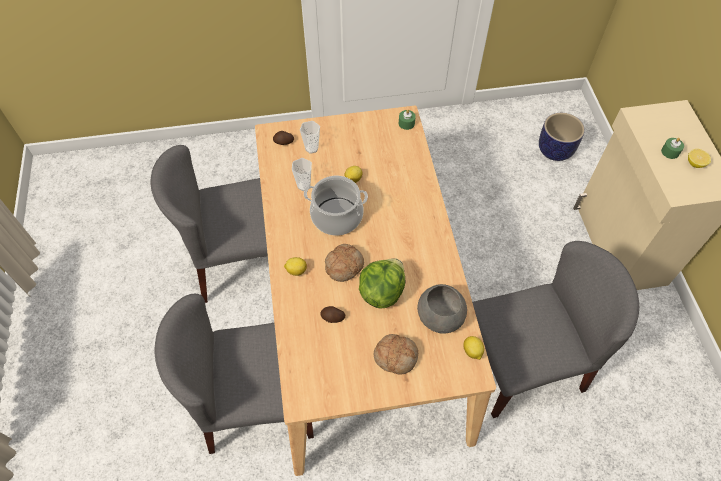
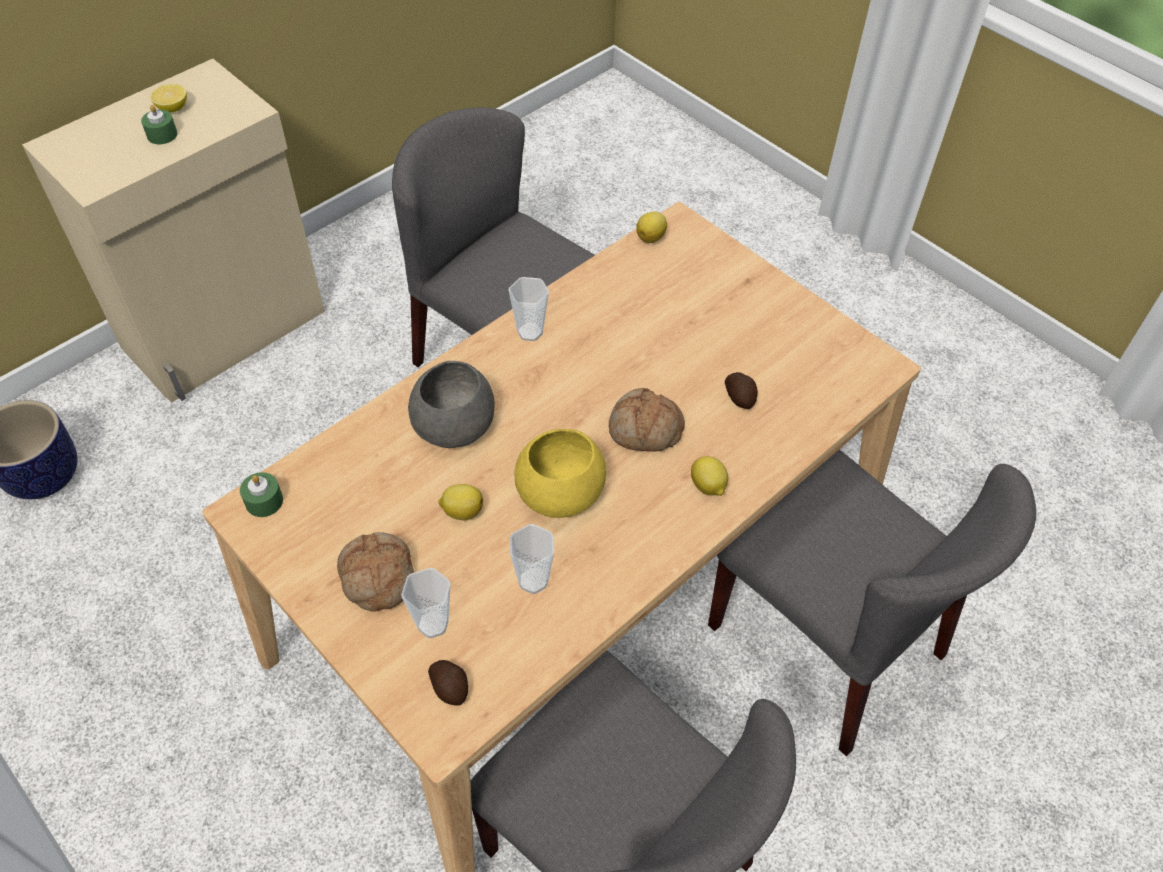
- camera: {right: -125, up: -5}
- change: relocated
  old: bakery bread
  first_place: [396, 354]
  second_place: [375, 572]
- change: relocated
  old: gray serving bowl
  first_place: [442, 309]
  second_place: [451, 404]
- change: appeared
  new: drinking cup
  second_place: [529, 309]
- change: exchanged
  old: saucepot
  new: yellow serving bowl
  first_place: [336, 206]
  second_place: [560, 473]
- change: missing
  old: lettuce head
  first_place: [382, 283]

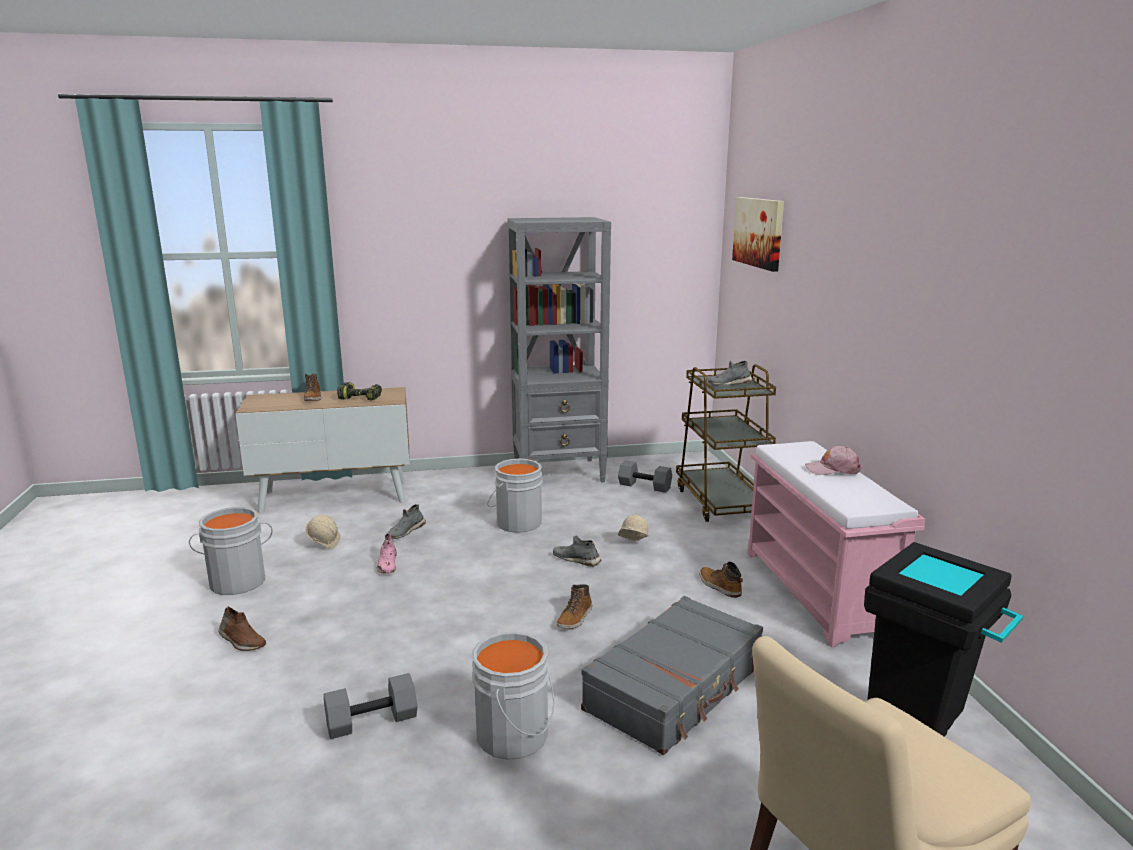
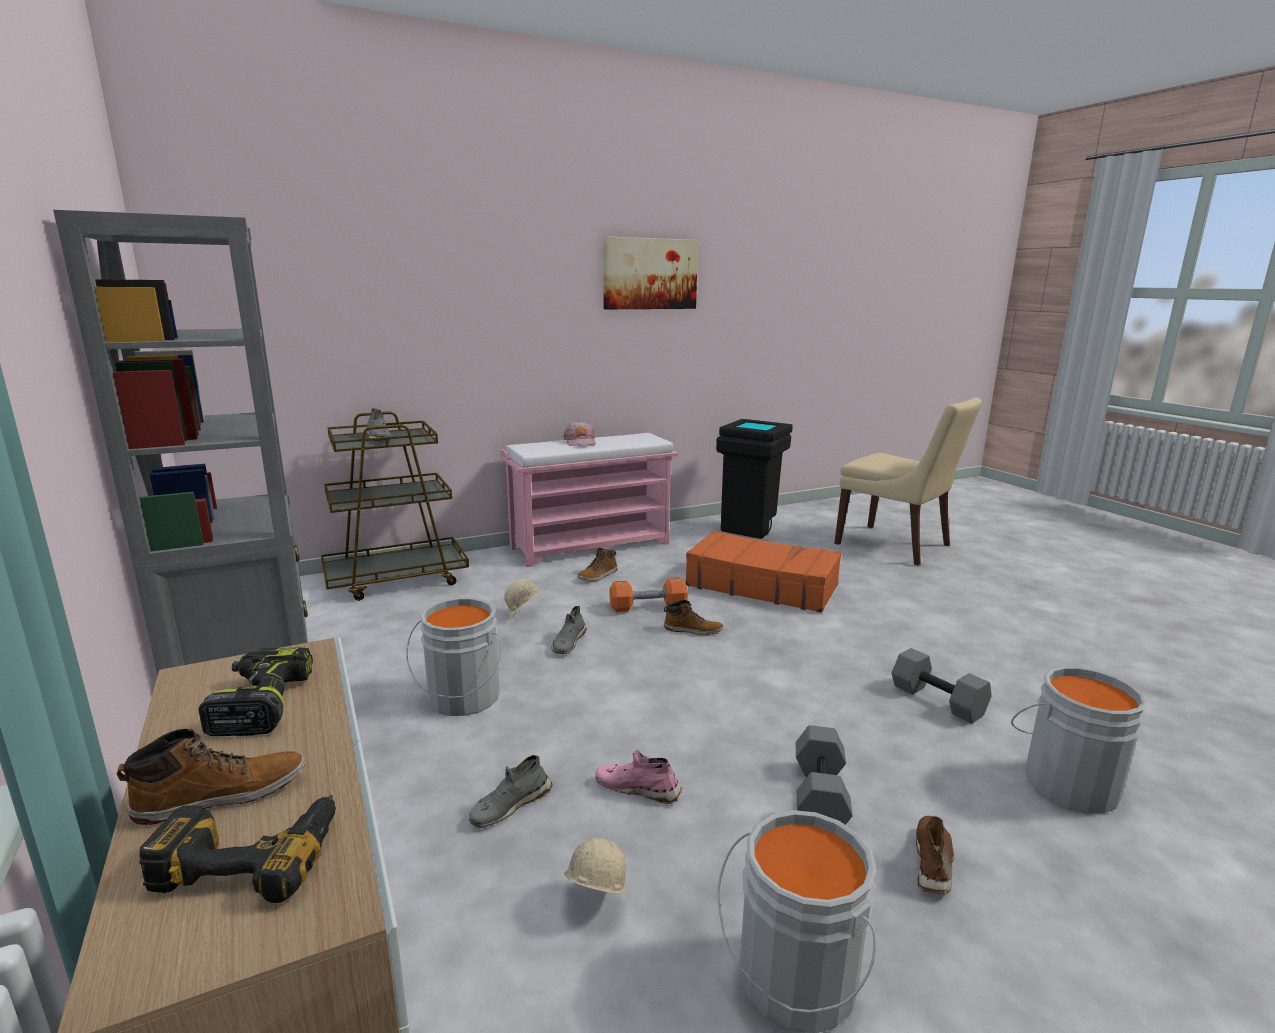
- camera: {right: -105, up: 0}
- change: appeared
  new: drill
  second_place: [237, 849]
- change: spun
  old: gray shoe
  first_place: [407, 521]
  second_place: [511, 791]
  degrees: 120
- change: spun
  old: pink shoe
  first_place: [386, 553]
  second_place: [639, 777]
  degrees: -135
- change: relocated
  old: picture
  first_place: [758, 234]
  second_place: [650, 272]
- change: appeared
  new: orangey free weight
  second_place: [649, 594]
- change: colour
  old: gray travel case
  new: orangey travel case
  first_place: [672, 675]
  second_place: [763, 572]
- change: relocated
  old: gray free weight
  first_place: [645, 476]
  second_place: [824, 775]
- change: relocated
  old: gray pail
  first_place: [513, 695]
  second_place: [1079, 740]

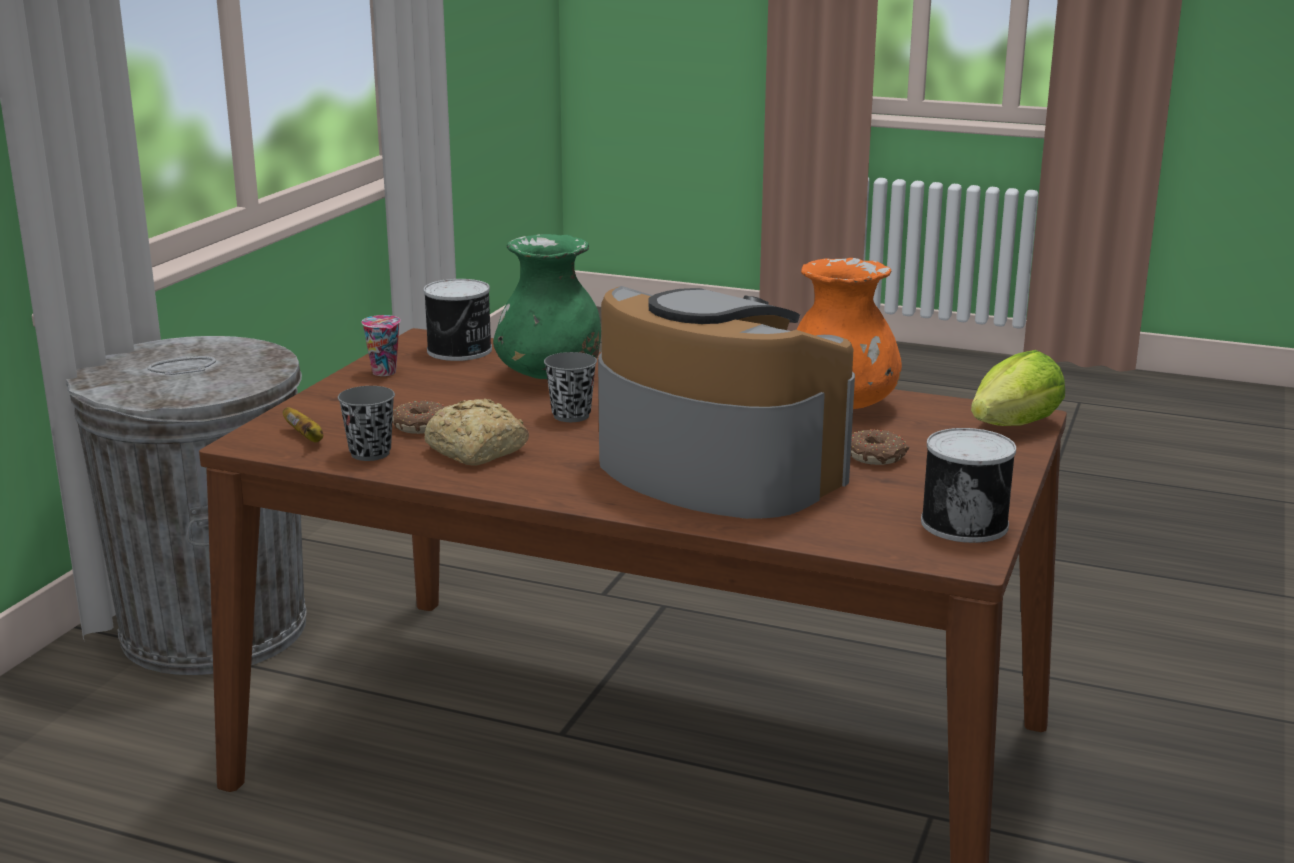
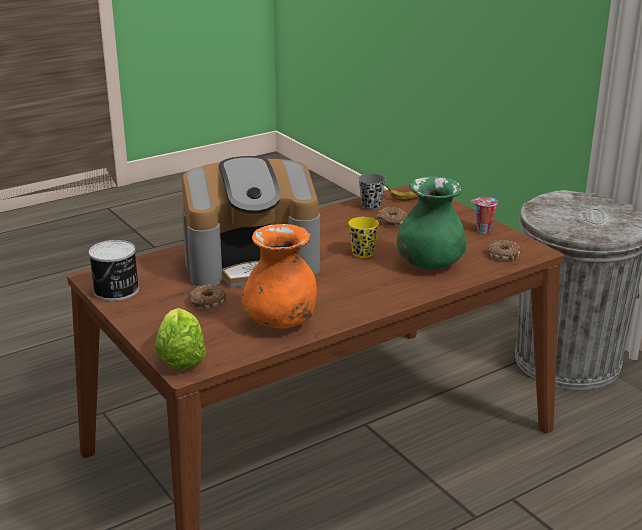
- camera: {right: 125, up: 5}
- change: colour
  old: gray drinking cup
  new: yellow drinking cup
  first_place: [570, 387]
  second_place: [364, 237]
- change: exchanged
  old: sealed can
  new: donut
  first_place: [458, 320]
  second_place: [504, 250]
- change: missing
  old: bakery bread
  first_place: [476, 432]

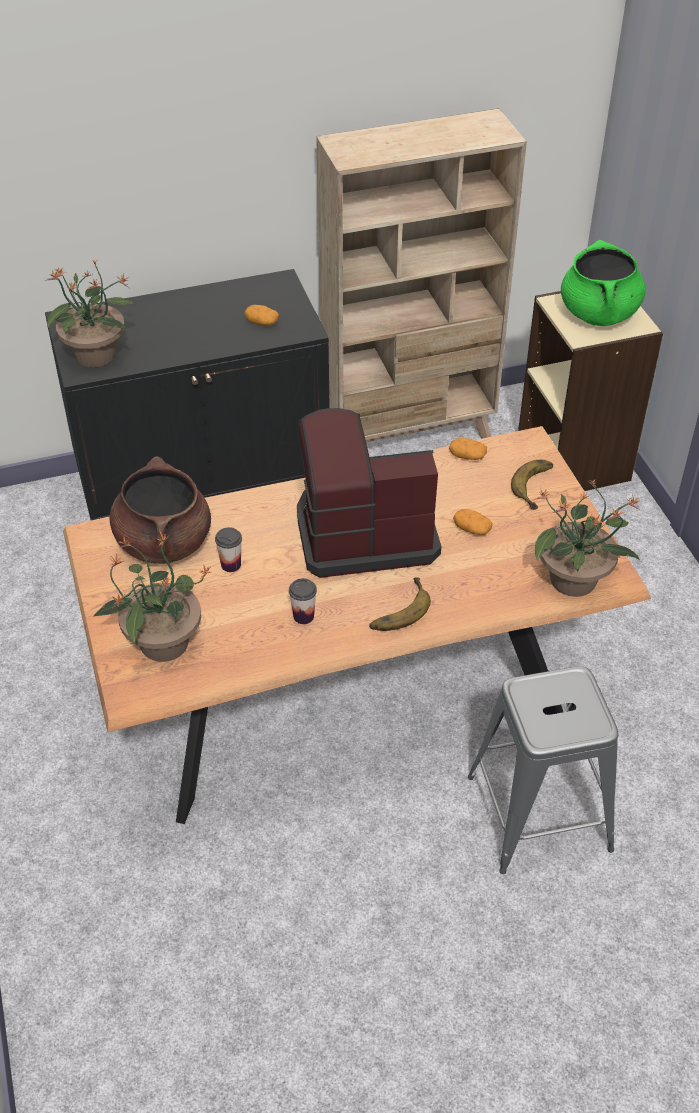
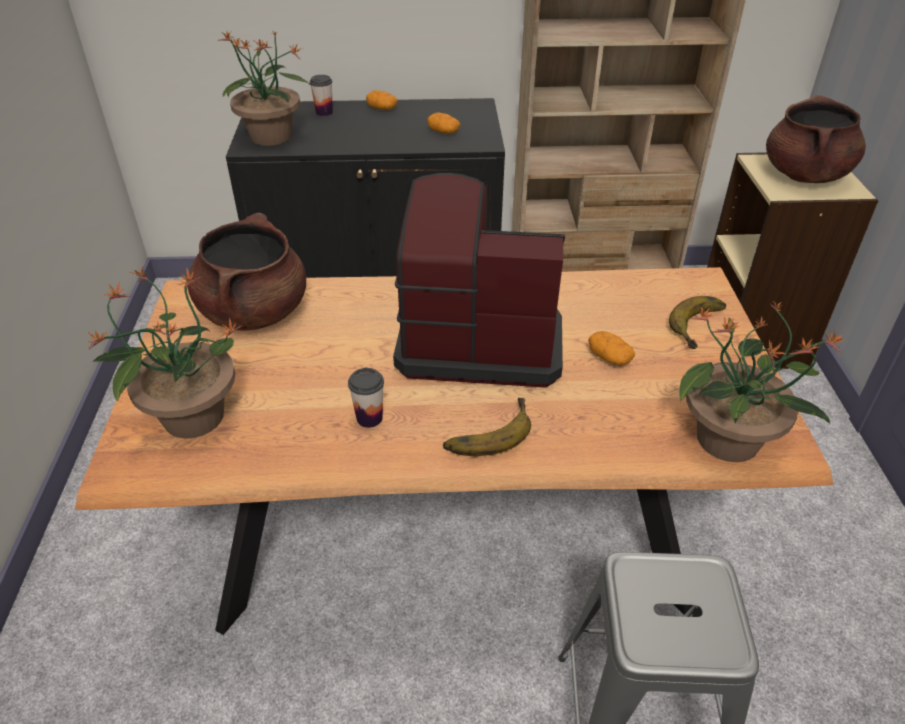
- camera: {right: 15, up: -5}
- change: relocated
  old: drinking cup
  first_place: [228, 549]
  second_place: [321, 95]
- change: relocated
  old: whole potato
  first_place: [468, 449]
  second_place: [382, 100]
- change: colour
  old: green saucepot
  new: brown-coloured saucepot
  first_place: [603, 283]
  second_place: [816, 139]

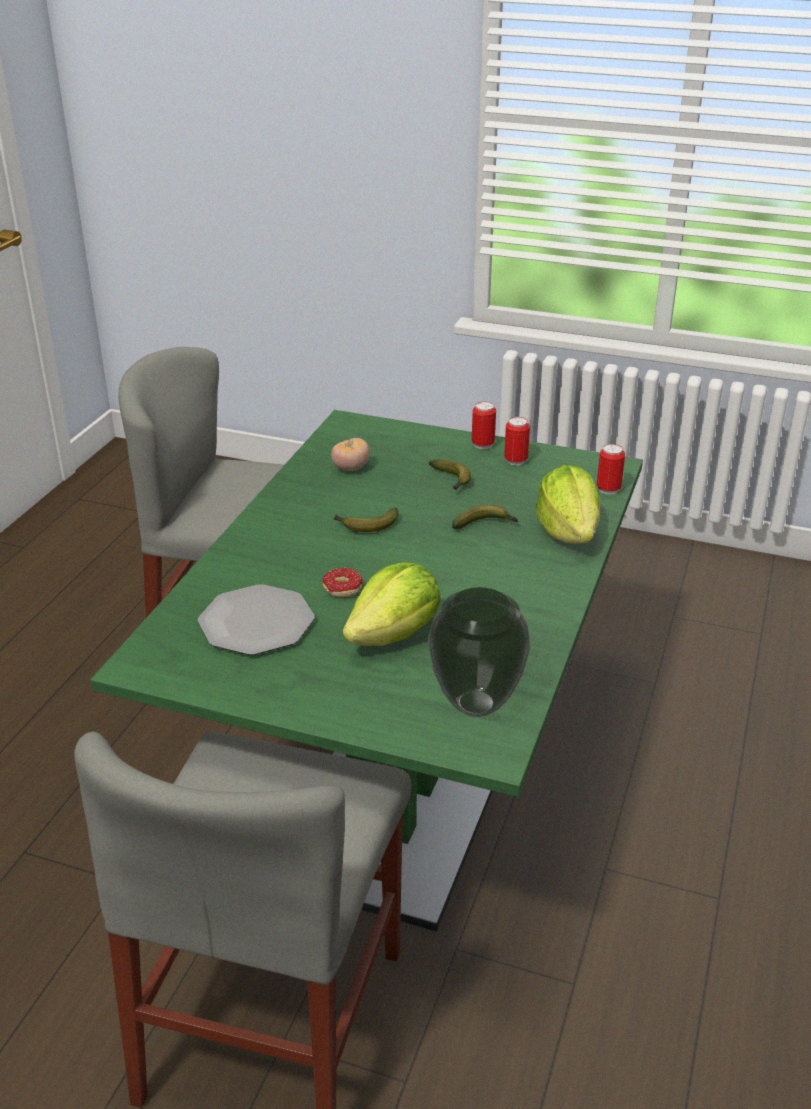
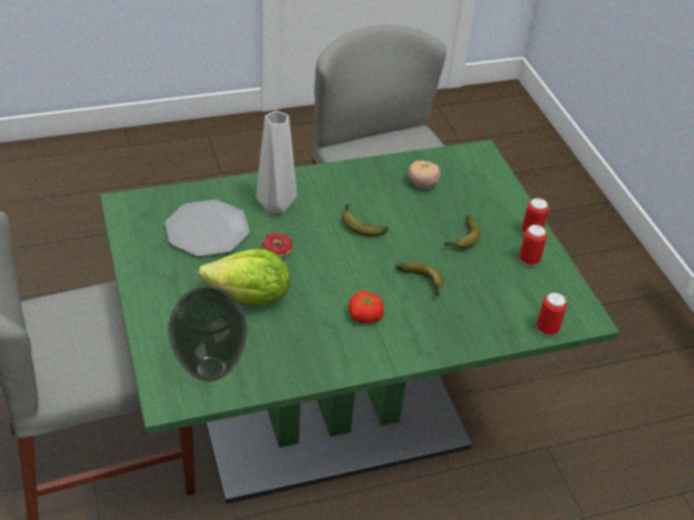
- camera: {right: 50, up: 10}
- change: appeared
  new: gray vase
  second_place: [276, 162]
- change: appeared
  new: fresh tomato
  second_place: [366, 307]
- change: missing
  old: lettuce head
  first_place: [568, 504]

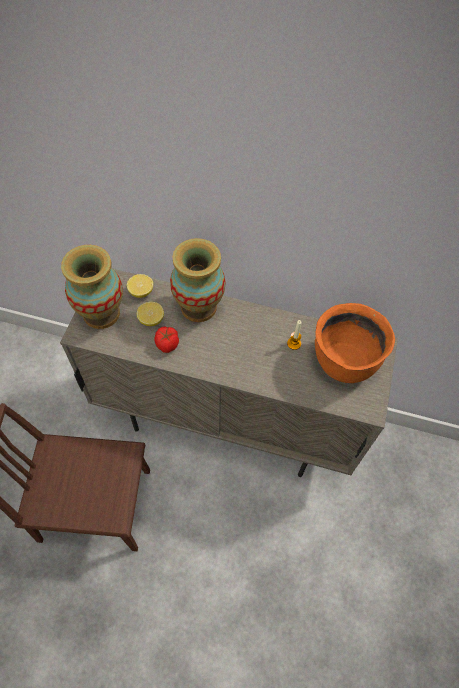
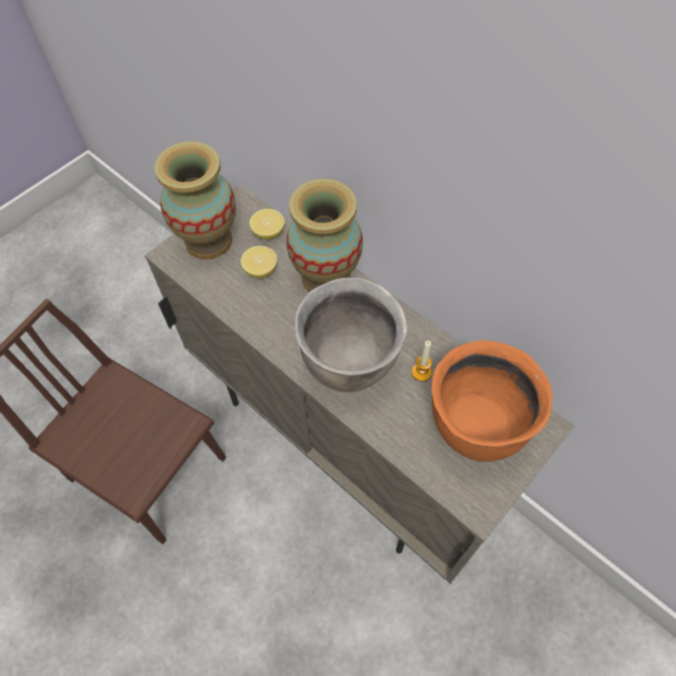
- camera: {right: 30, up: 0}
- change: appeared
  new: brown-coloured saucepot
  second_place: [351, 335]
- change: missing
  old: fresh tomato
  first_place: [167, 339]

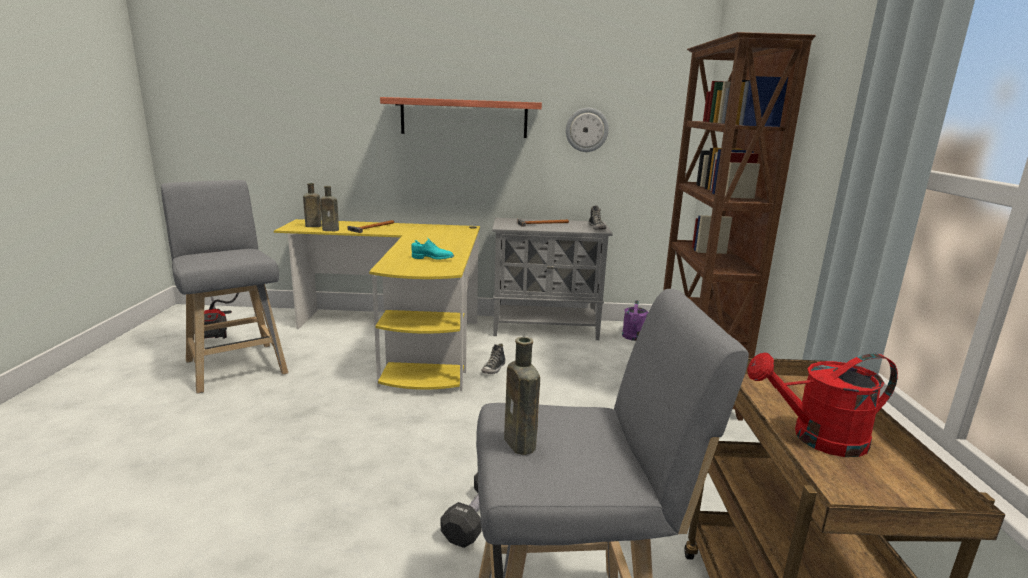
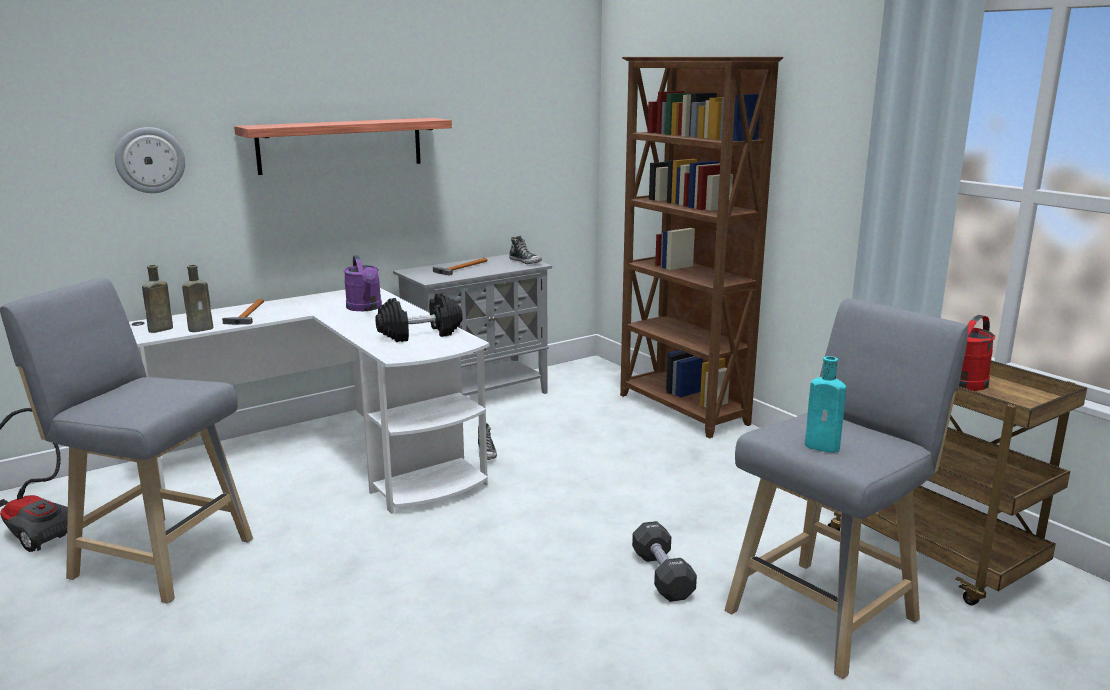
- camera: {right: -35, up: 0}
- change: relocated
  old: hanging clock
  first_place: [587, 130]
  second_place: [150, 160]
- change: colour
  old: yellow desk table
  new: white-coloured desk table
  first_place: [377, 305]
  second_place: [309, 401]
- change: relocated
  old: purple watering pot
  first_place: [635, 320]
  second_place: [362, 283]
- change: exchanged
  old: turquoise shoe
  new: black free weight
  first_place: [432, 248]
  second_place: [419, 317]
- change: colour
  old: brown-coloured beverage bottle
  new: turquoise beverage bottle
  first_place: [522, 396]
  second_place: [826, 404]

